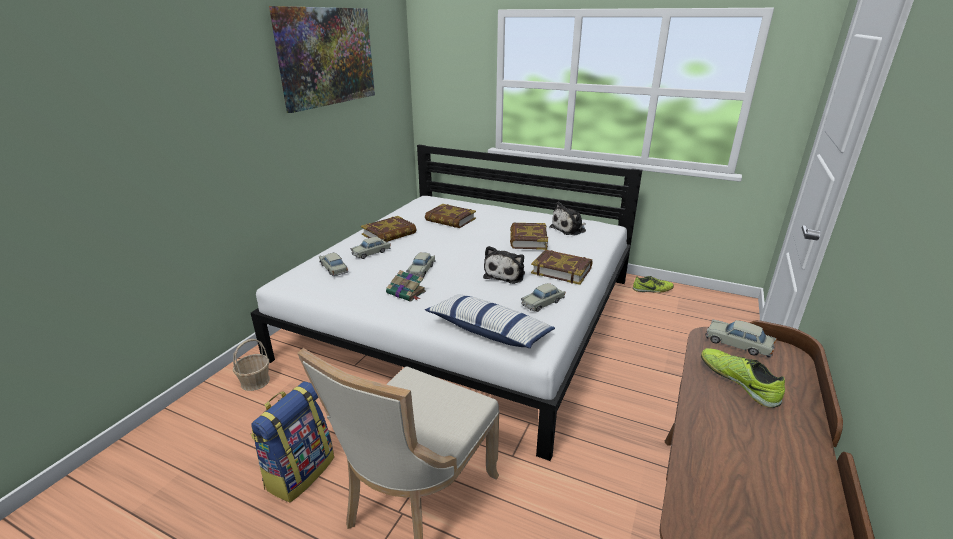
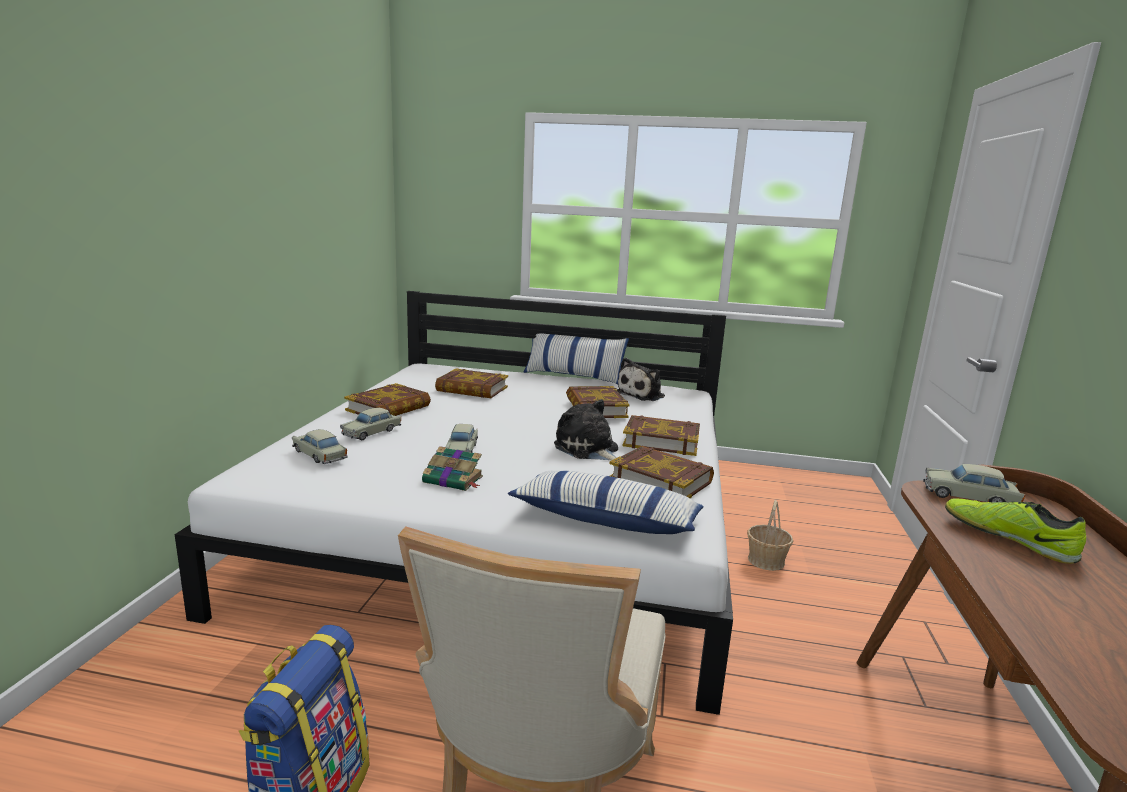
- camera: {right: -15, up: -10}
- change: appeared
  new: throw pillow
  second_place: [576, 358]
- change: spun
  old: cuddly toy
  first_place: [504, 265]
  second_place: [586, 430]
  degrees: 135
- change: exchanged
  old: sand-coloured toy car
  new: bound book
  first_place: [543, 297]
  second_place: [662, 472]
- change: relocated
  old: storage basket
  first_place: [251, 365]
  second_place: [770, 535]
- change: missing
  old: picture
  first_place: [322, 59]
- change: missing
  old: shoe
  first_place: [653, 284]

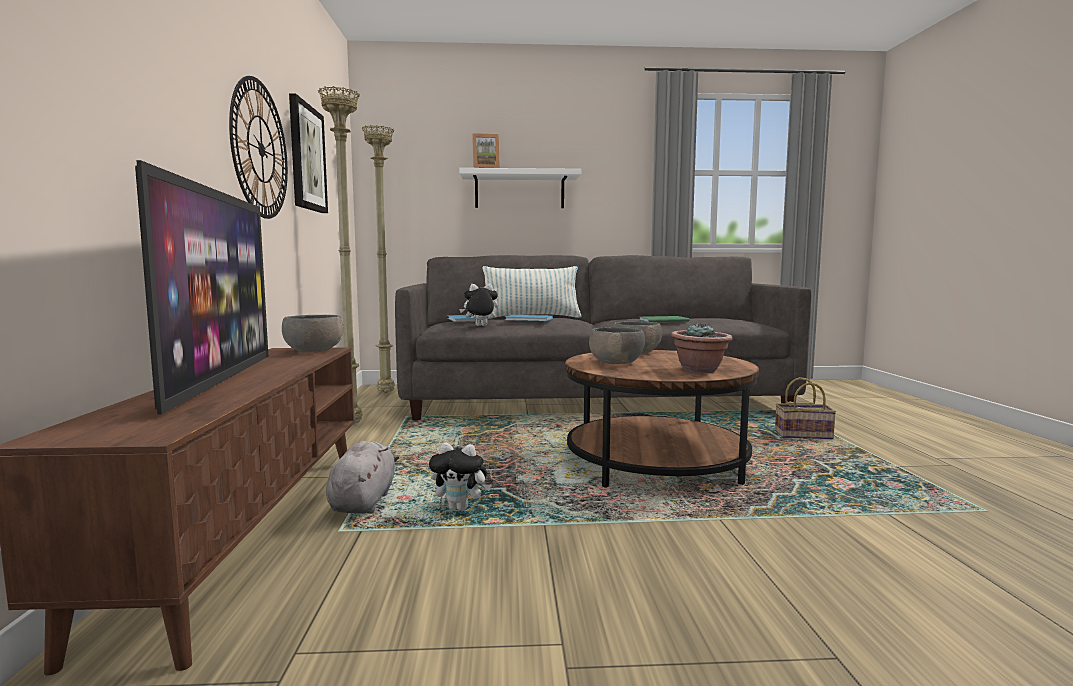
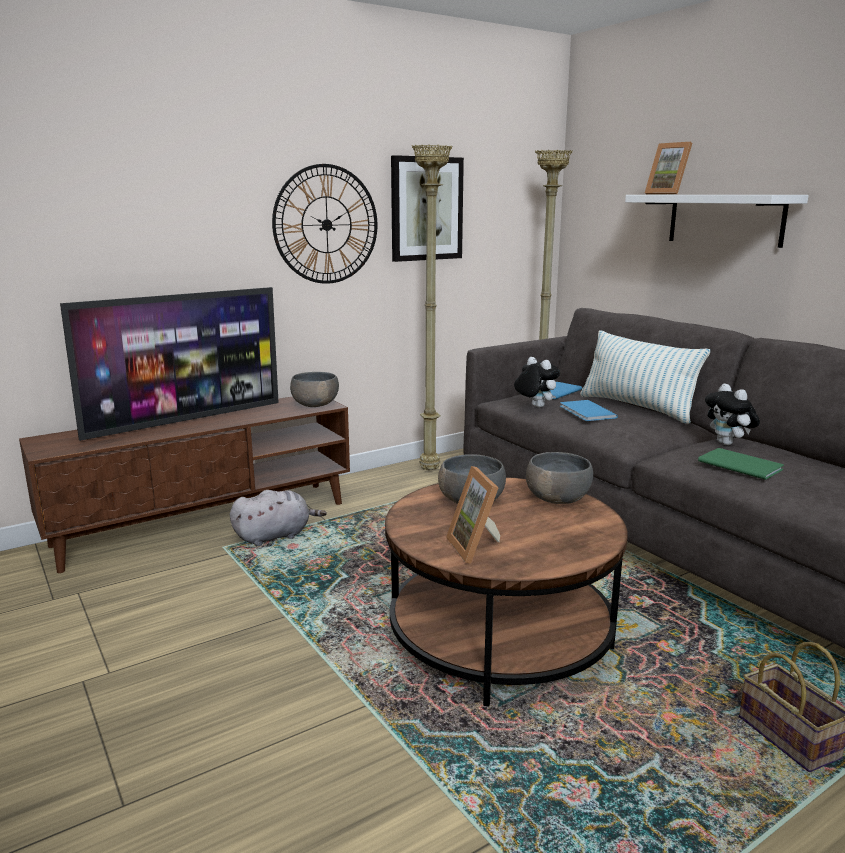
- camera: {right: 60, up: 10}
- change: exchanged
  old: plant in a pot
  new: picture frame
  first_place: [701, 348]
  second_place: [473, 515]
- change: relocated
  old: cuddly toy
  first_place: [460, 476]
  second_place: [732, 414]

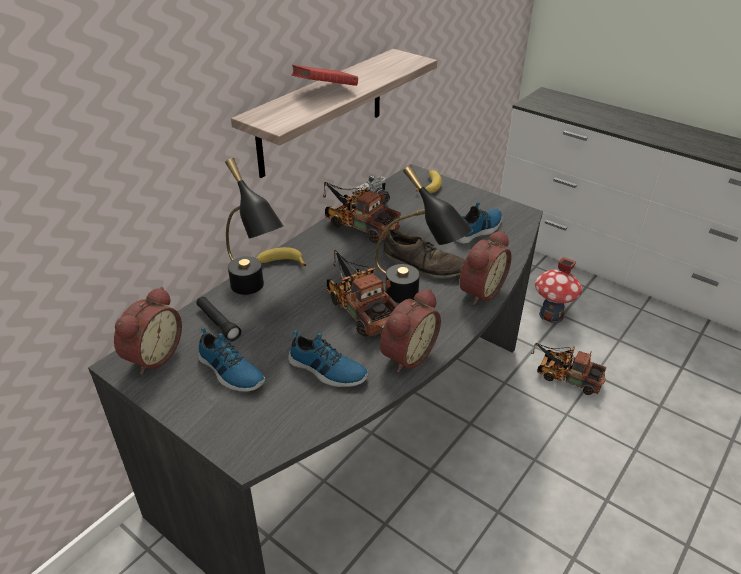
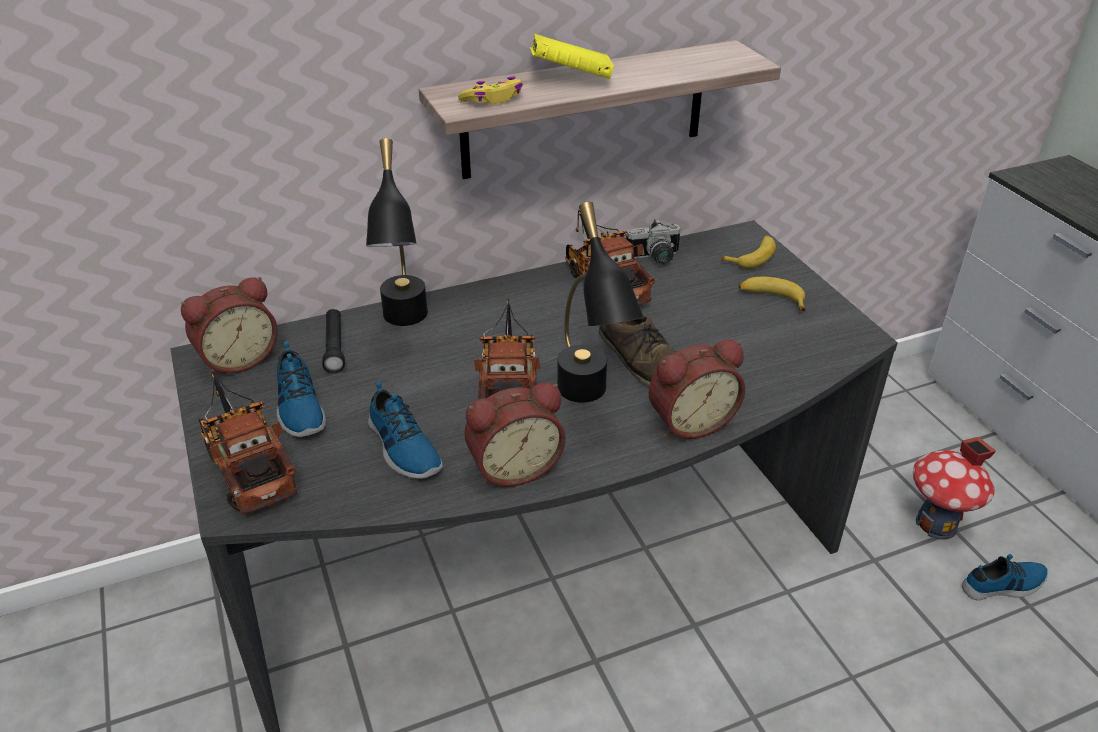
- camera: {right: 30, up: 0}
- change: relocated
  old: toy lorry
  first_place: [568, 369]
  second_place: [248, 443]
- change: appeared
  new: yellow game controller
  second_place: [490, 90]
- change: colour
  old: red-coloured bound book
  new: yellow bound book
  first_place: [324, 75]
  second_place: [572, 56]
- change: relocated
  old: banana
  first_place: [281, 257]
  second_place: [772, 294]
- change: relocated
  old: shoe
  first_place: [479, 223]
  second_place: [1005, 577]

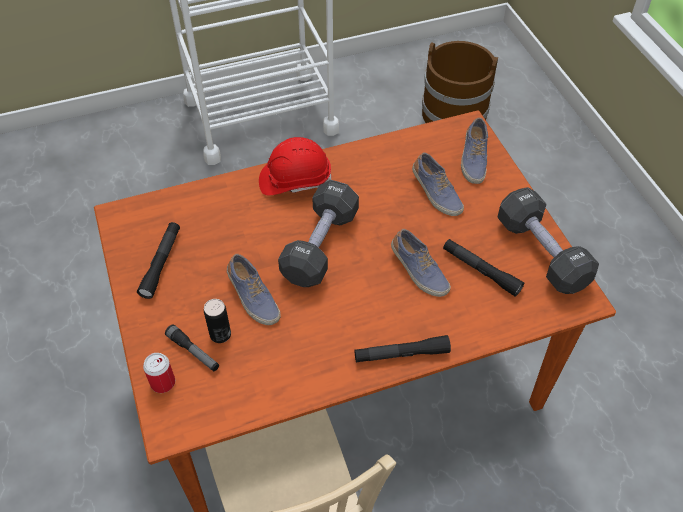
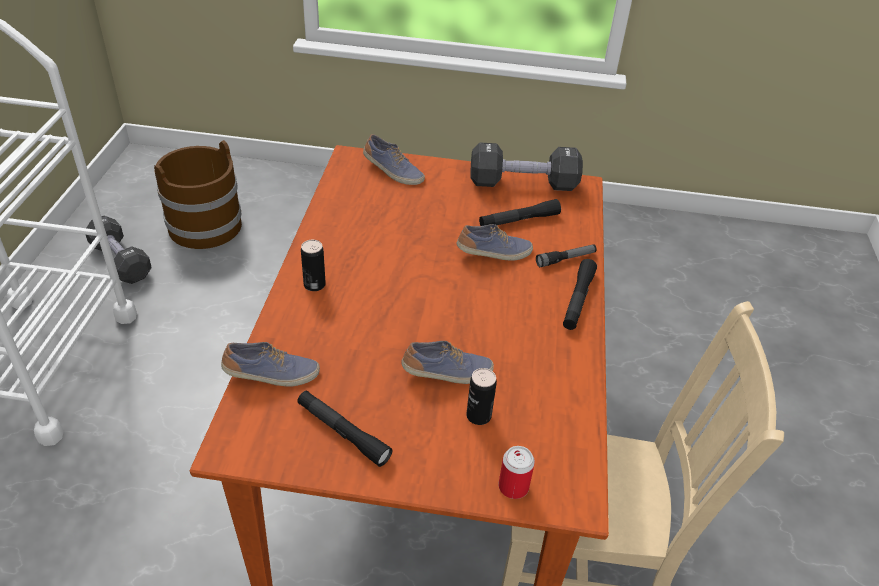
- camera: {right: -65, up: -10}
- change: relocated
  old: black free weight
  first_place: [318, 233]
  second_place: [119, 249]
- change: relocated
  old: shoe
  first_place: [438, 184]
  second_place: [270, 364]
- change: exchanged
  old: red-coloured safety helmet
  new: sealed can
  first_place: [295, 166]
  second_place: [313, 265]
- change: relocated
  old: flashlight
  first_place: [192, 347]
  second_place: [566, 256]

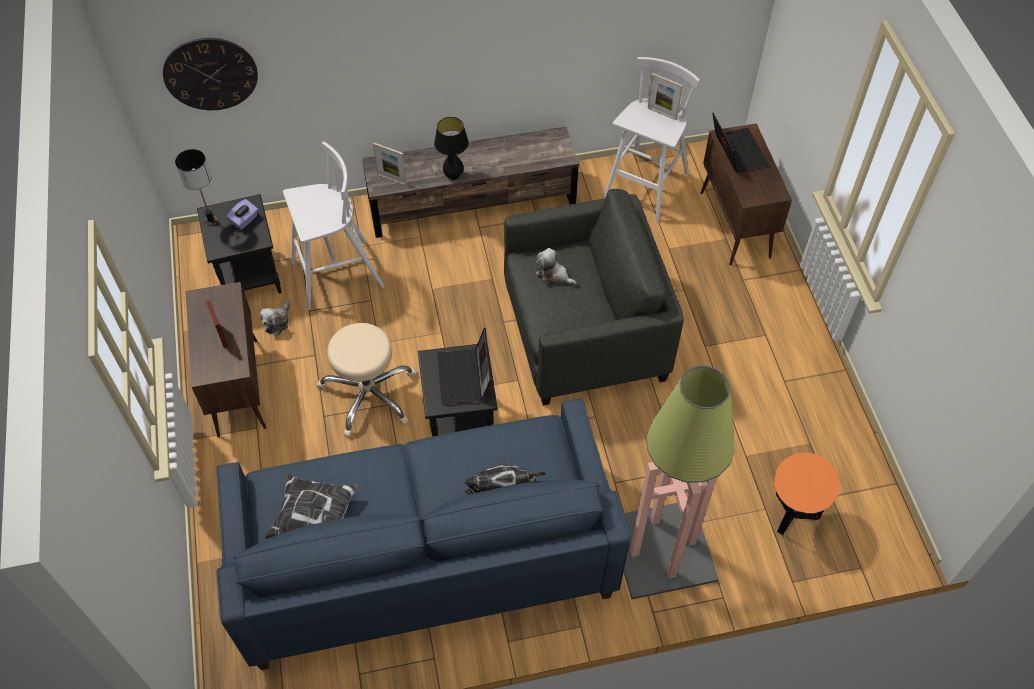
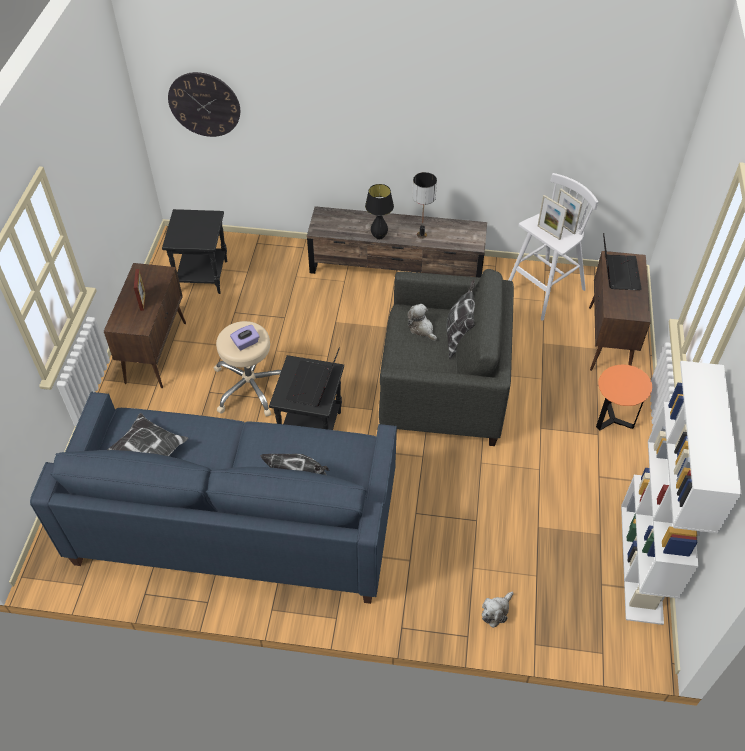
- camera: {right: 20, up: -5}
- change: relocated
  old: purple tissue box
  first_place: [242, 214]
  second_place: [245, 337]
- change: relocated
  old: table lamp
  first_place: [196, 187]
  second_place: [424, 205]
- change: appeared
  new: throw pillow
  second_place: [460, 319]
- change: relocated
  old: cuddly toy
  first_place: [274, 318]
  second_place: [498, 610]
- change: relocated
  old: picture frame
  first_place: [390, 164]
  second_place: [552, 217]
- change: relocated
  old: orangey end table
  first_place: [807, 494]
  second_place: [624, 397]
- change: appeared
  new: white-coloured bookcase
  second_place: [681, 493]
- change: missing
  old: white-coloured stool seat
  first_place: [334, 226]
- change: missing
  old: floor lamp
  first_place: [679, 482]

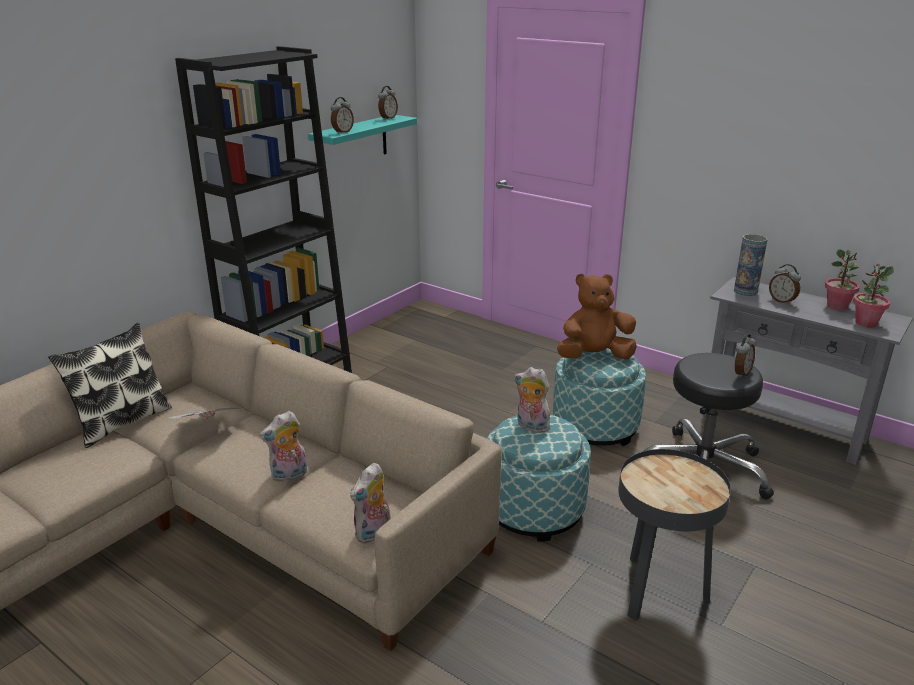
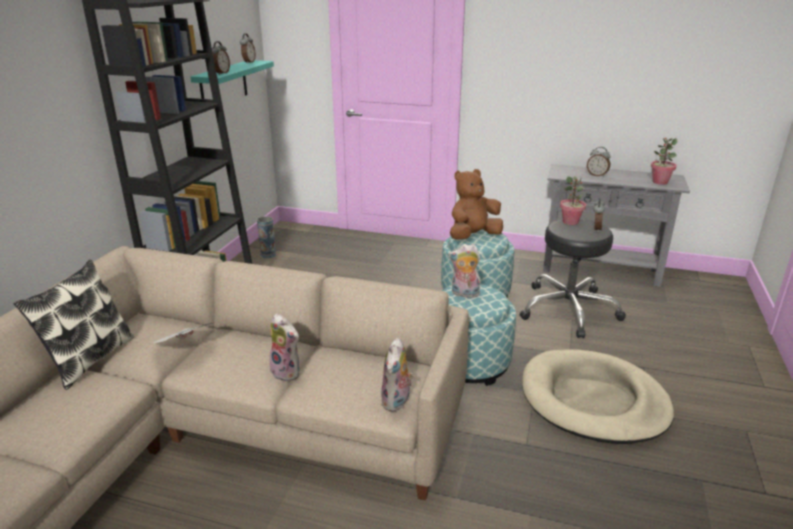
- camera: {right: -20, up: 0}
- change: relocated
  old: vase
  first_place: [751, 265]
  second_place: [266, 237]
- change: spun
  old: cuddly toy
  first_place: [283, 447]
  second_place: [284, 348]
  degrees: -90
- change: exchanged
  old: black end table
  new: sand-coloured dog cushion
  first_place: [674, 535]
  second_place: [598, 396]
- change: relocated
  old: plant in a pot
  first_place: [842, 280]
  second_place: [573, 200]

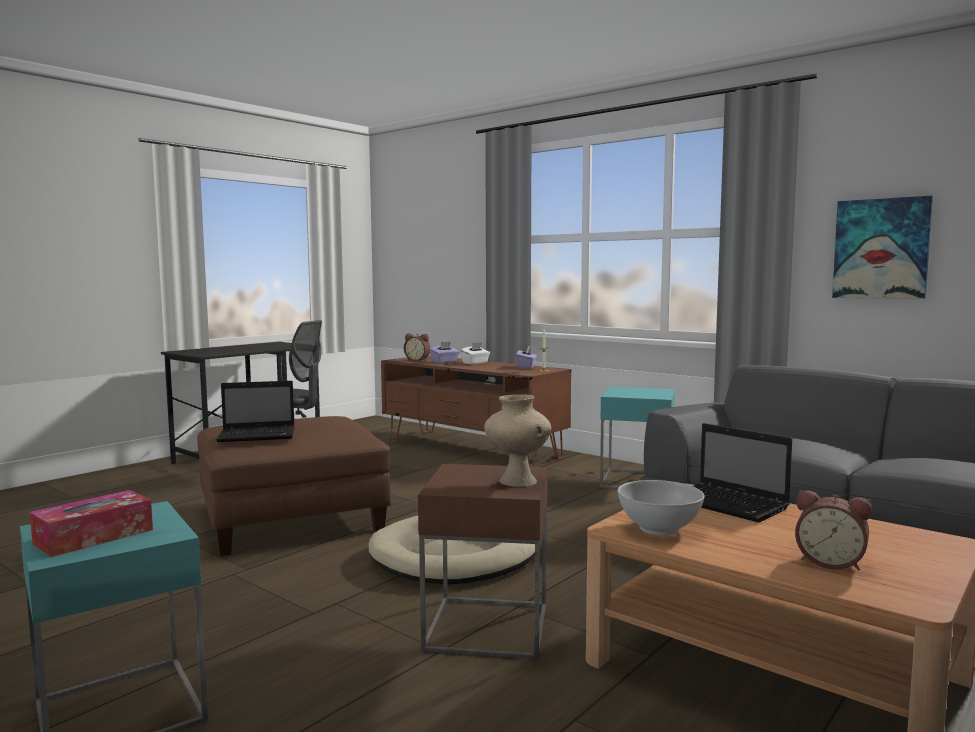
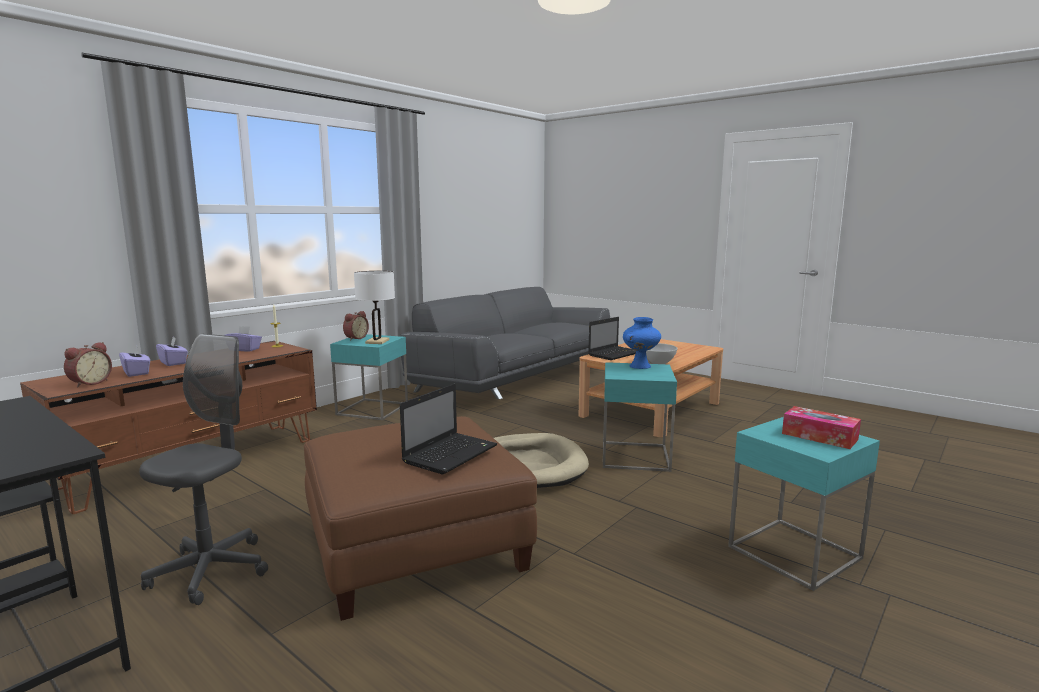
- camera: {right: -90, up: 5}
- change: colour
  old: white-coloured tissue box
  new: purple tissue box
  first_place: [475, 353]
  second_place: [172, 351]
- change: relocated
  old: bedside clock
  first_place: [833, 530]
  second_place: [356, 325]
- change: appeared
  new: white-coloured table lamp
  second_place: [374, 307]
- change: spun
  old: portable computer
  first_place: [255, 411]
  second_place: [448, 429]
  degrees: 45
- change: colour
  old: brown-coloured end table
  new: turquoise end table
  first_place: [483, 562]
  second_place: [640, 417]
- change: colour
  old: sand-coloured vase
  new: blue vase
  first_place: [517, 440]
  second_place: [642, 343]
- change: missing
  old: picture
  first_place: [882, 247]

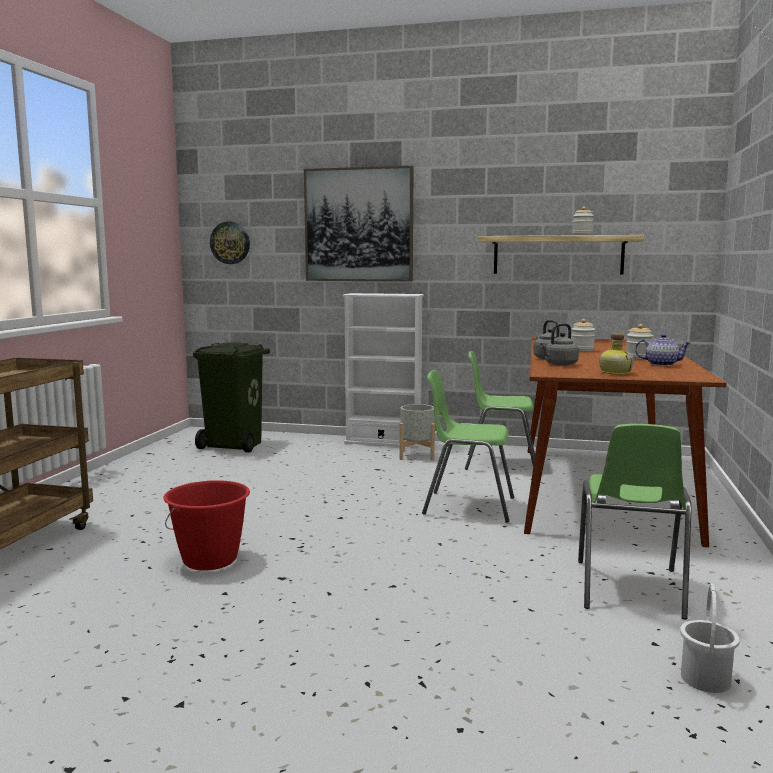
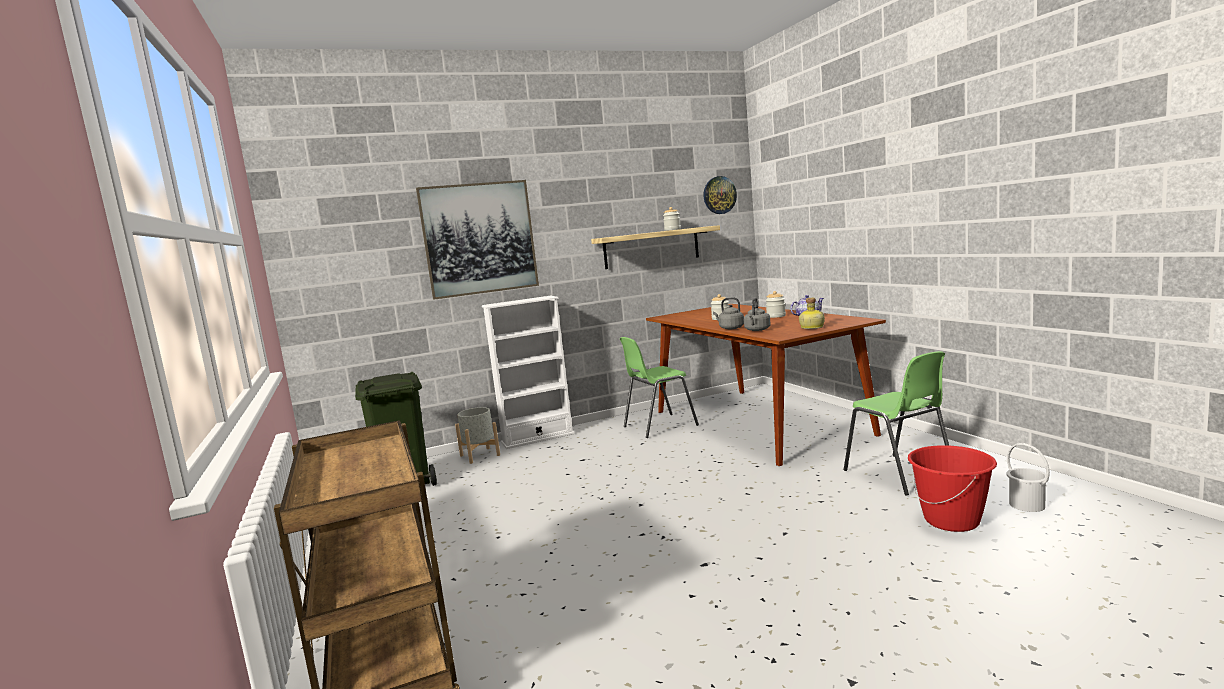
- camera: {right: -35, up: 0}
- change: relocated
  old: gray flower pot
  first_place: [417, 432]
  second_place: [477, 435]
- change: relocated
  old: hanging clock
  first_place: [230, 243]
  second_place: [720, 195]
- change: relocated
  old: red-coloured pail
  first_place: [206, 525]
  second_place: [952, 488]
- change: missing
  old: green plain chair
  first_place: [468, 446]

